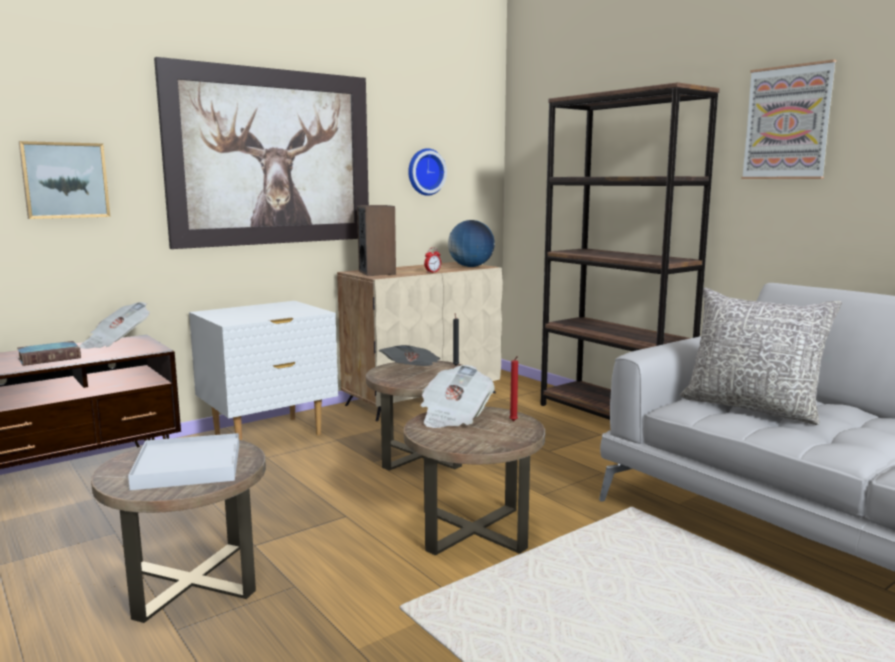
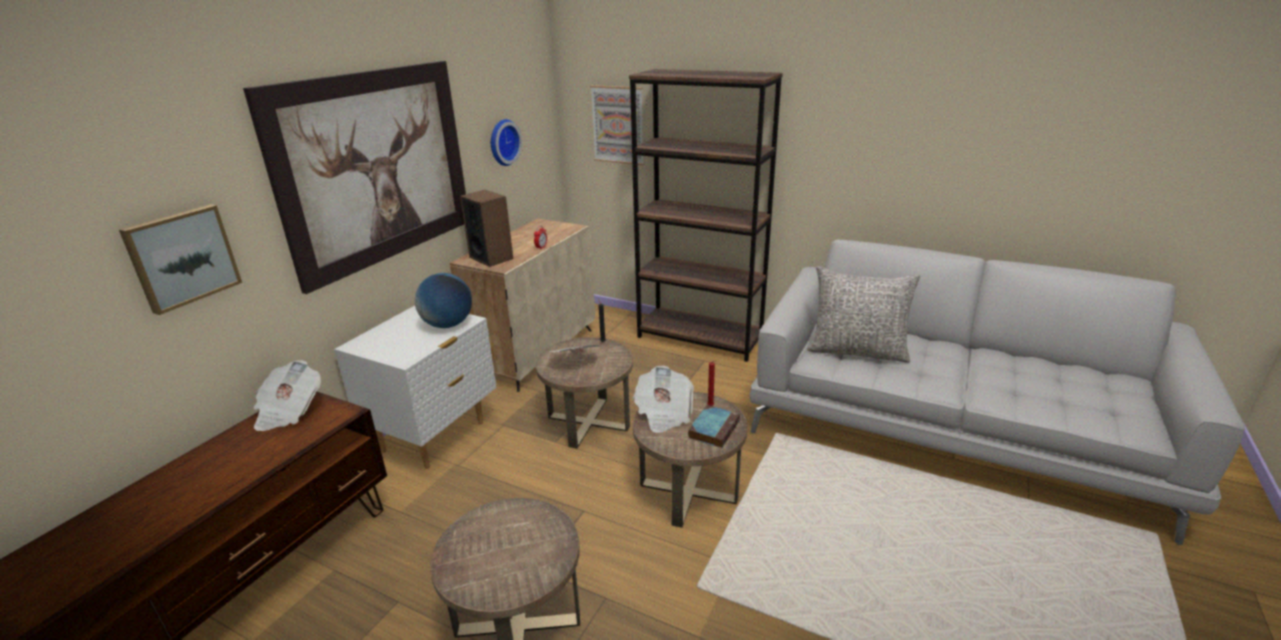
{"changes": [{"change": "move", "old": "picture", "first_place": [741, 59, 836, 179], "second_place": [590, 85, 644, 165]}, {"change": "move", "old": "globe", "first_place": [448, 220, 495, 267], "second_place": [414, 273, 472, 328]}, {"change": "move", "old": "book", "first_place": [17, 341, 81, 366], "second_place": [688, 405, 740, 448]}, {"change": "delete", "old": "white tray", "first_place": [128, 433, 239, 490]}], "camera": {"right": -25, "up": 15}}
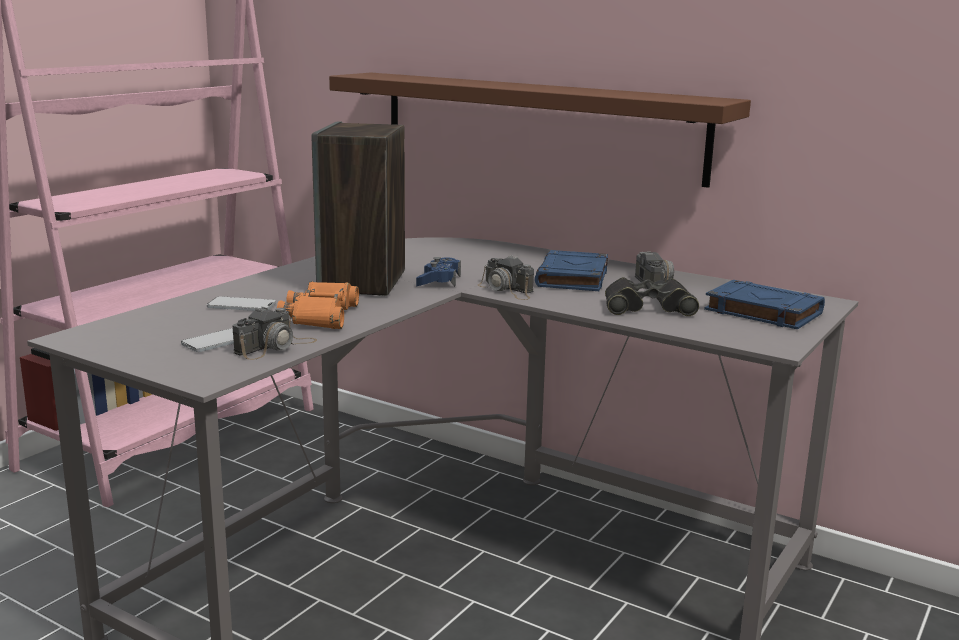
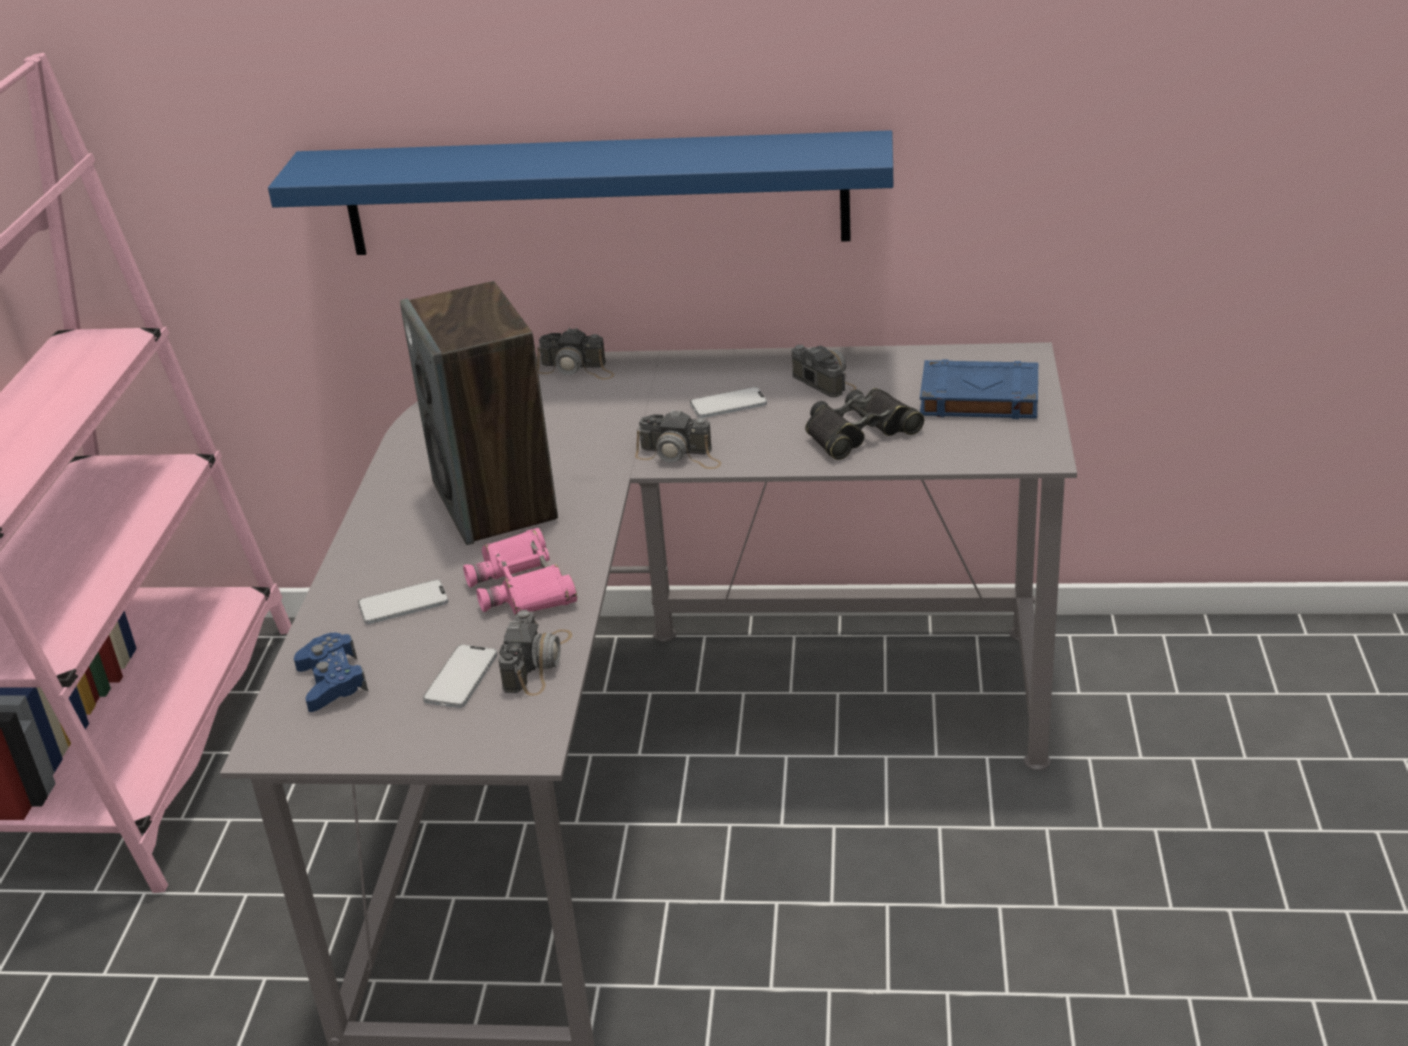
{"changes": [{"change": "recolor", "old": "brown shelf", "new": "blue shelf", "first_place": [329, 73, 751, 188], "second_place": [268, 130, 893, 255]}, {"change": "replace", "old": "blue book", "new": "phone", "first_place": [535, 250, 608, 291], "second_place": [690, 387, 767, 418]}, {"change": "move", "old": "blue game controller", "first_place": [416, 257, 461, 287], "second_place": [294, 632, 368, 712]}, {"change": "recolor", "old": "orange binoculars", "new": "pink binoculars", "first_place": [277, 281, 359, 329], "second_place": [463, 528, 577, 615]}, {"change": "insert", "new": "photo camera", "second_place": [537, 327, 614, 379]}], "camera": {"right": -25, "up": 15}}
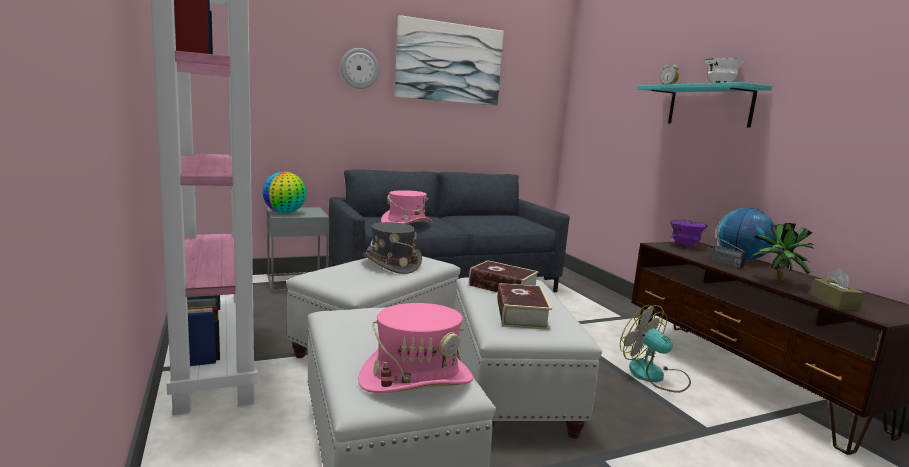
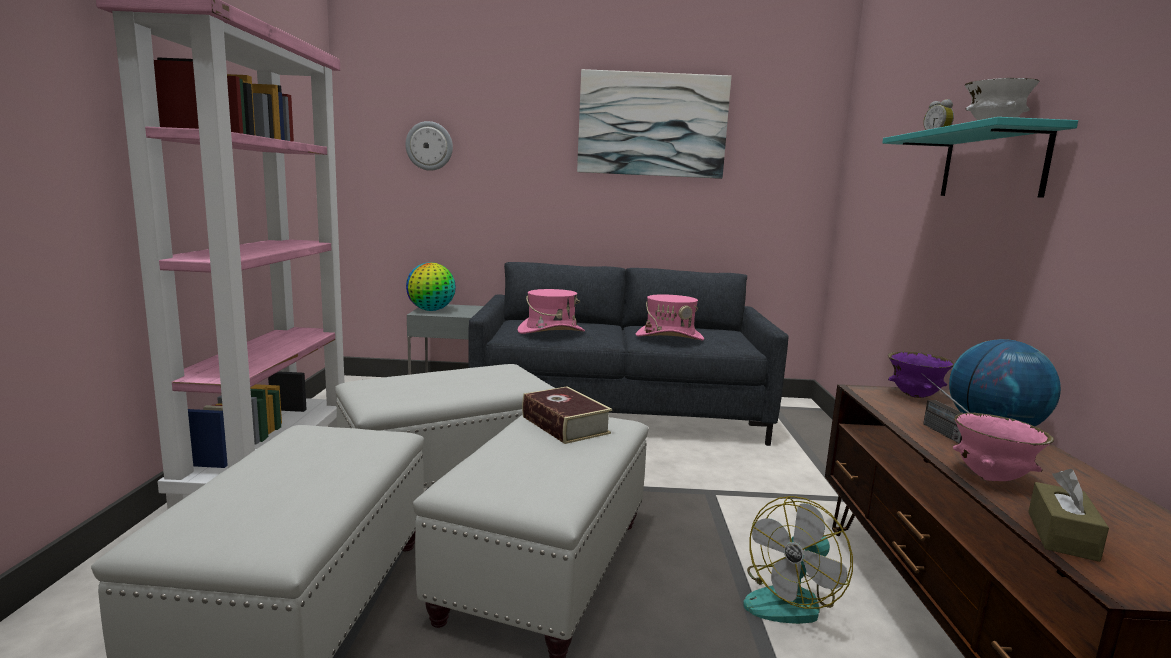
{"changes": [{"change": "move", "old": "wall clock", "first_place": [341, 48, 379, 89], "second_place": [406, 121, 453, 171]}, {"change": "delete", "old": "grey hat", "first_place": [362, 222, 422, 274]}, {"change": "replace", "old": "potted plant", "new": "pink bowl", "first_place": [751, 223, 815, 283], "second_place": [953, 413, 1054, 481]}, {"change": "delete", "old": "book", "first_place": [497, 283, 552, 330]}, {"change": "move", "old": "pink hat", "first_place": [358, 303, 473, 393], "second_place": [636, 294, 704, 340]}, {"change": "rotate", "old": "fan", "first_place": [620, 305, 691, 393], "second_place": [743, 496, 853, 624], "degrees": -120}], "camera": {"right": 25, "up": 0}}
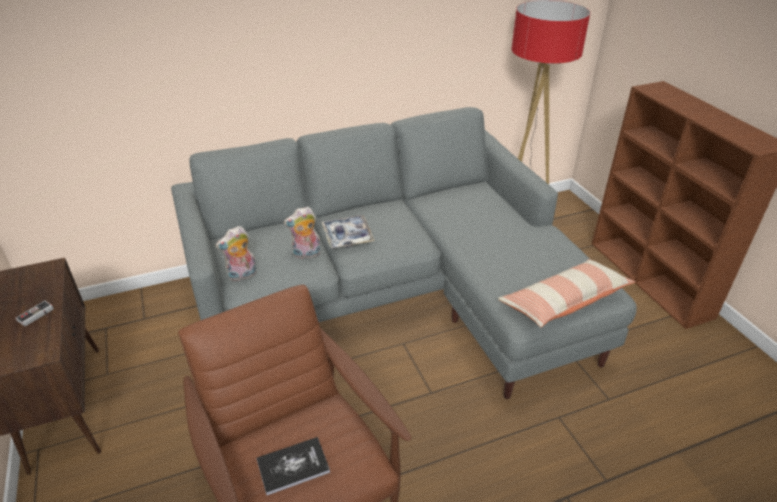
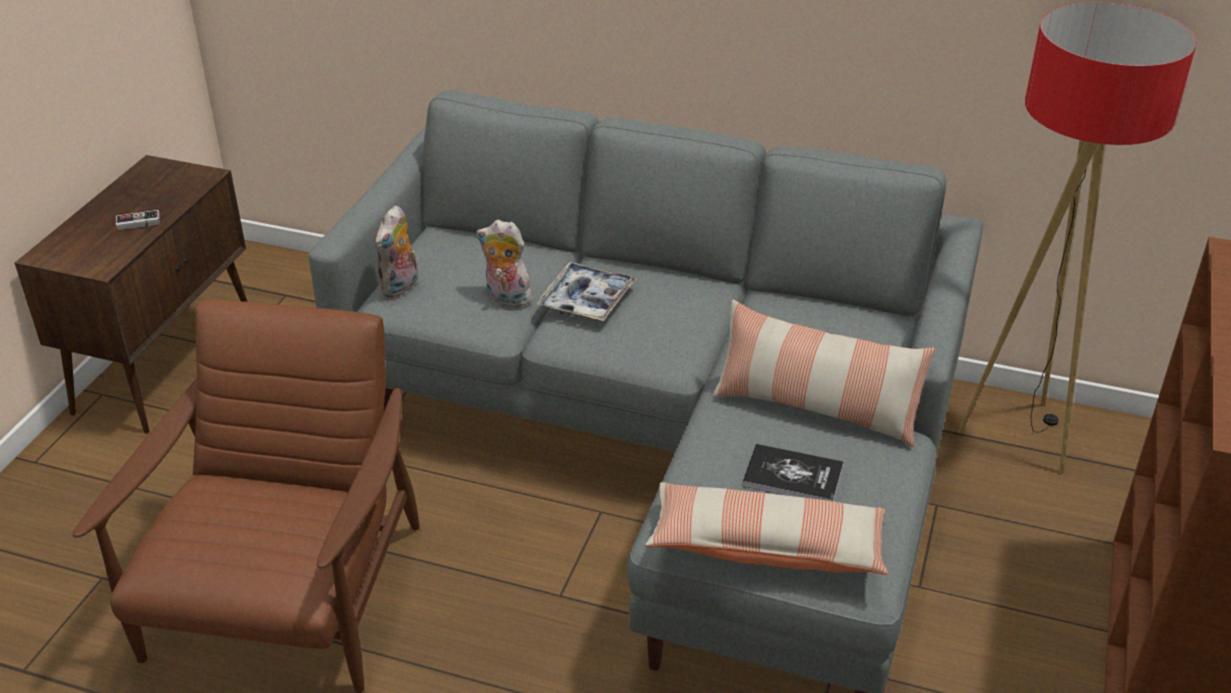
{"changes": [{"change": "rotate", "old": "plush toy", "first_place": [215, 226, 257, 281], "second_place": [375, 205, 418, 298], "degrees": -75}, {"change": "move", "old": "book", "first_place": [257, 437, 330, 495], "second_place": [742, 444, 843, 501]}, {"change": "insert", "new": "pillow", "second_place": [712, 299, 935, 447]}], "camera": {"right": 40, "up": 0}}
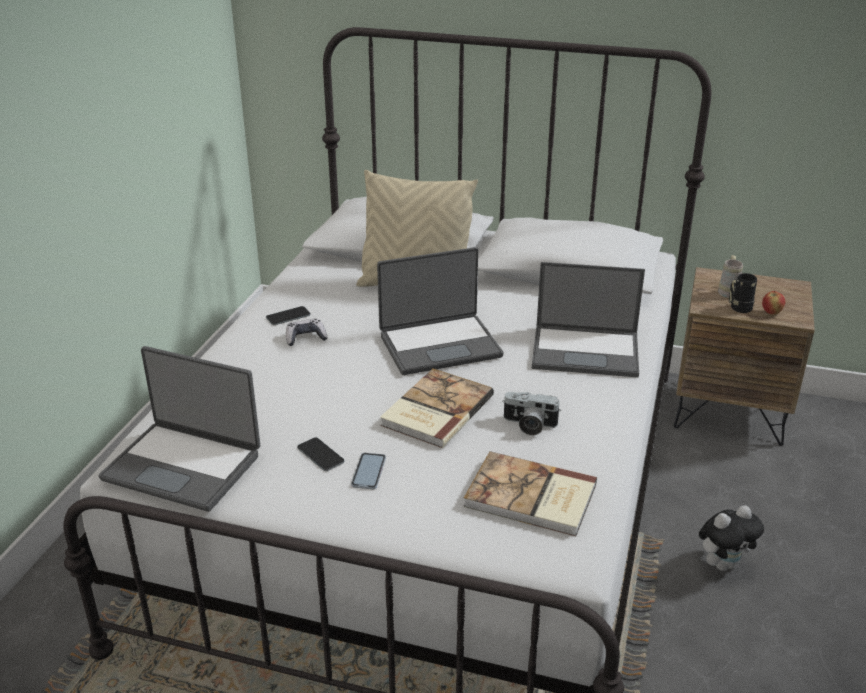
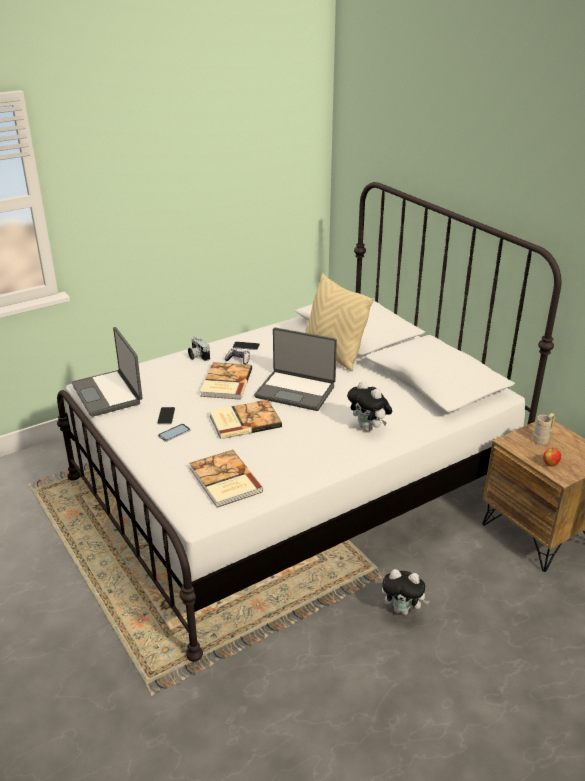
{"changes": [{"change": "replace", "old": "laptop", "new": "plush toy", "first_place": [532, 262, 645, 377], "second_place": [347, 381, 392, 431]}, {"change": "delete", "old": "black mug", "first_place": [729, 273, 757, 313]}, {"change": "move", "old": "photo camera", "first_place": [502, 392, 561, 435], "second_place": [188, 336, 210, 361]}, {"change": "insert", "new": "book", "second_place": [200, 362, 252, 400]}], "camera": {"right": 40, "up": 0}}
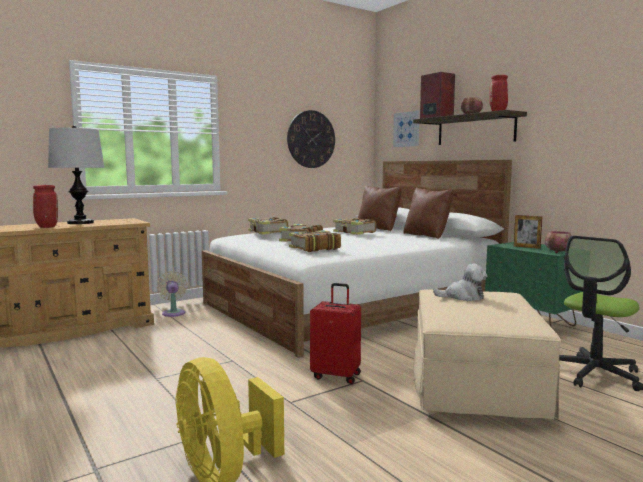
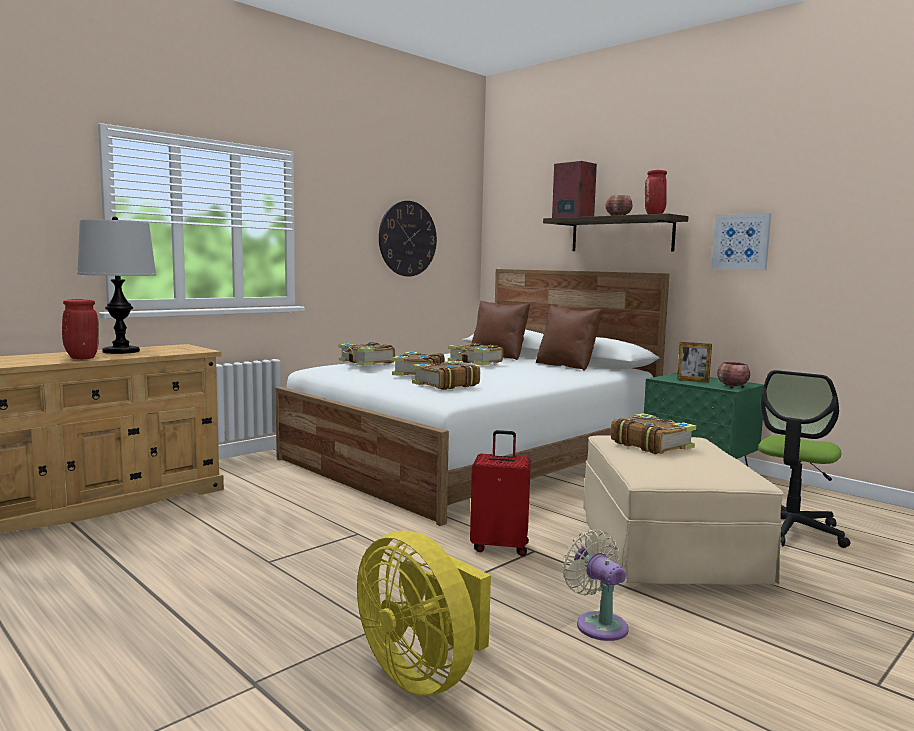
{"changes": [{"change": "move", "old": "picture", "first_place": [393, 111, 420, 147], "second_place": [711, 213, 771, 270]}, {"change": "replace", "old": "plush toy", "new": "book", "first_place": [433, 263, 487, 301], "second_place": [611, 413, 696, 454]}, {"change": "move", "old": "beige fan", "first_place": [157, 271, 187, 317], "second_place": [562, 530, 629, 641]}], "camera": {"right": -10, "up": 0}}
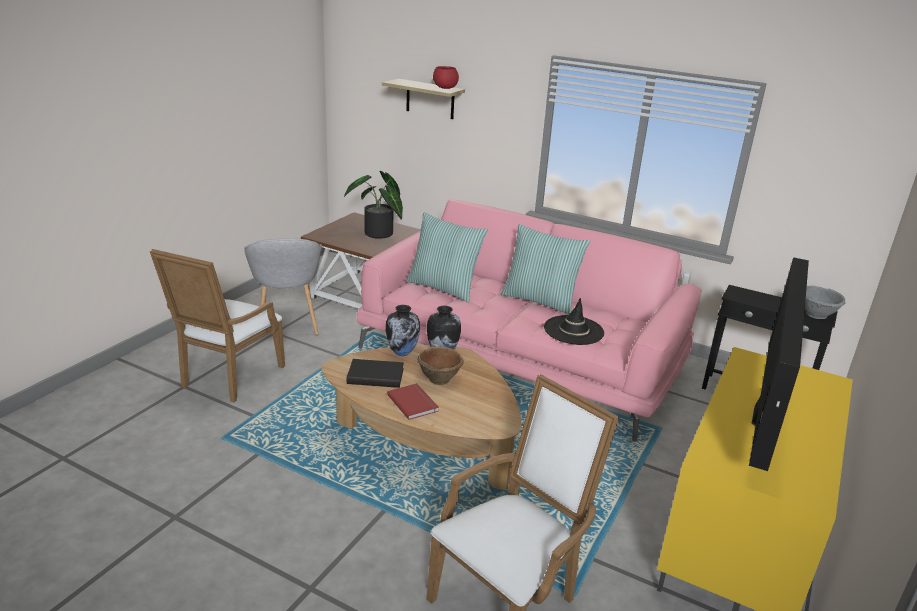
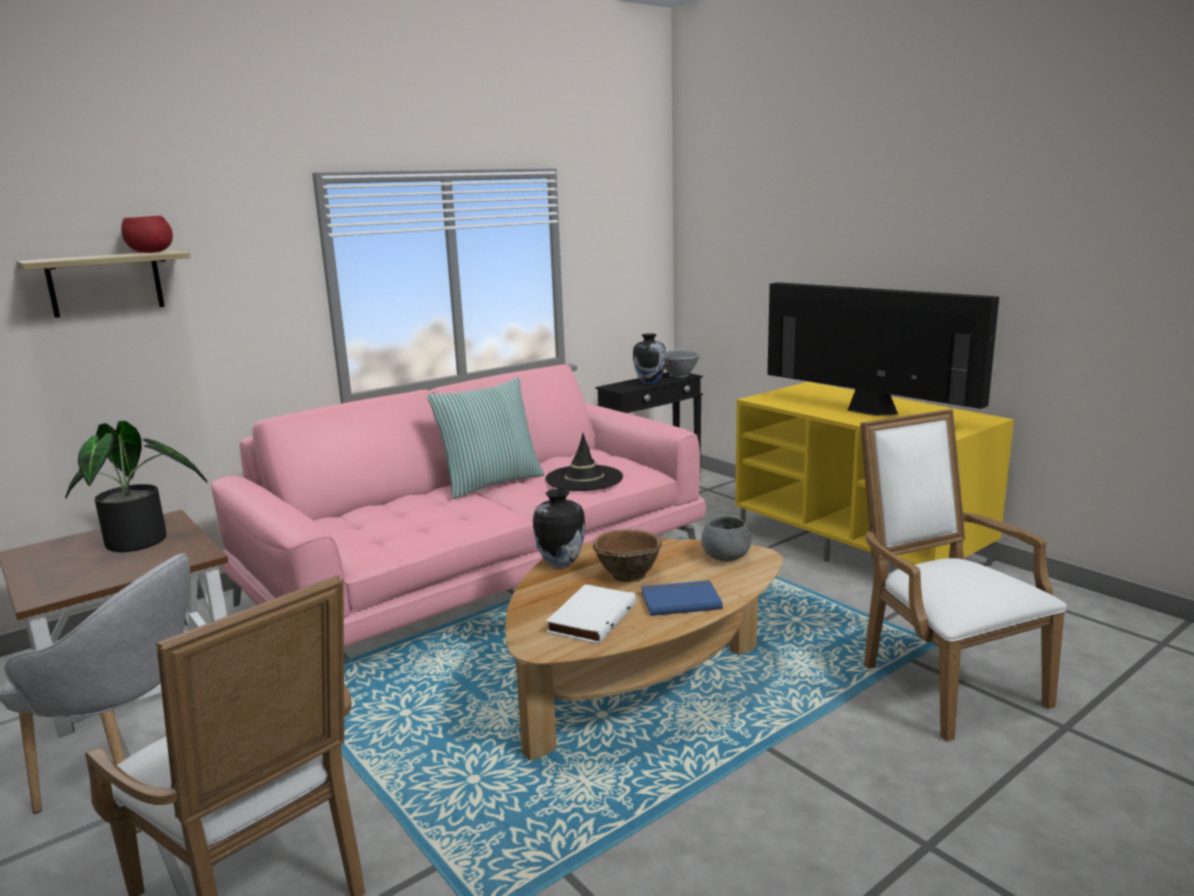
{"changes": [{"change": "delete", "old": "pillow", "first_place": [406, 212, 488, 303]}, {"change": "move", "old": "vase", "first_place": [386, 305, 420, 356], "second_place": [633, 333, 666, 385]}, {"change": "recolor", "old": "black book", "new": "white book", "first_place": [347, 359, 404, 388], "second_place": [546, 584, 636, 644]}, {"change": "recolor", "old": "red book", "new": "blue book", "first_place": [387, 383, 439, 420], "second_place": [641, 580, 723, 616]}, {"change": "insert", "new": "grey bowl", "second_place": [701, 516, 751, 561]}], "camera": {"right": -65, "up": -10}}
